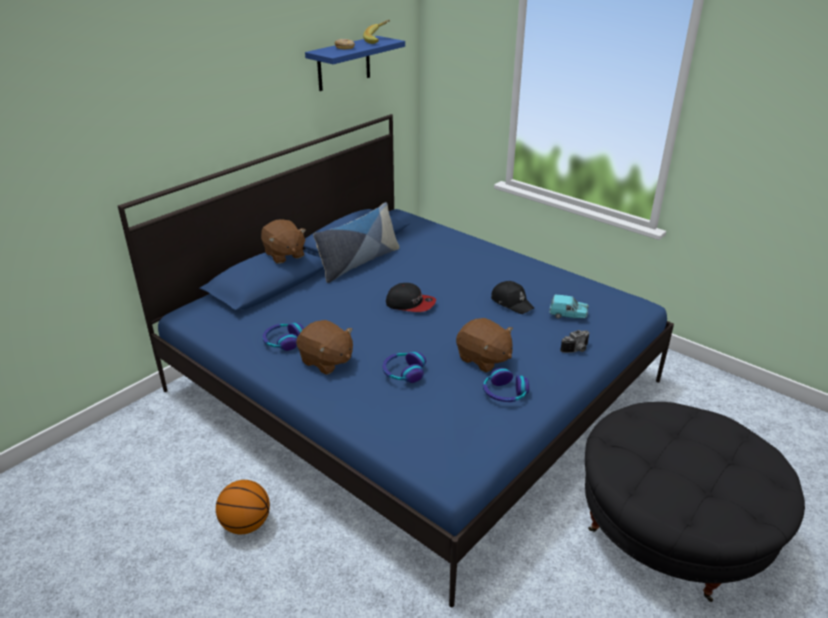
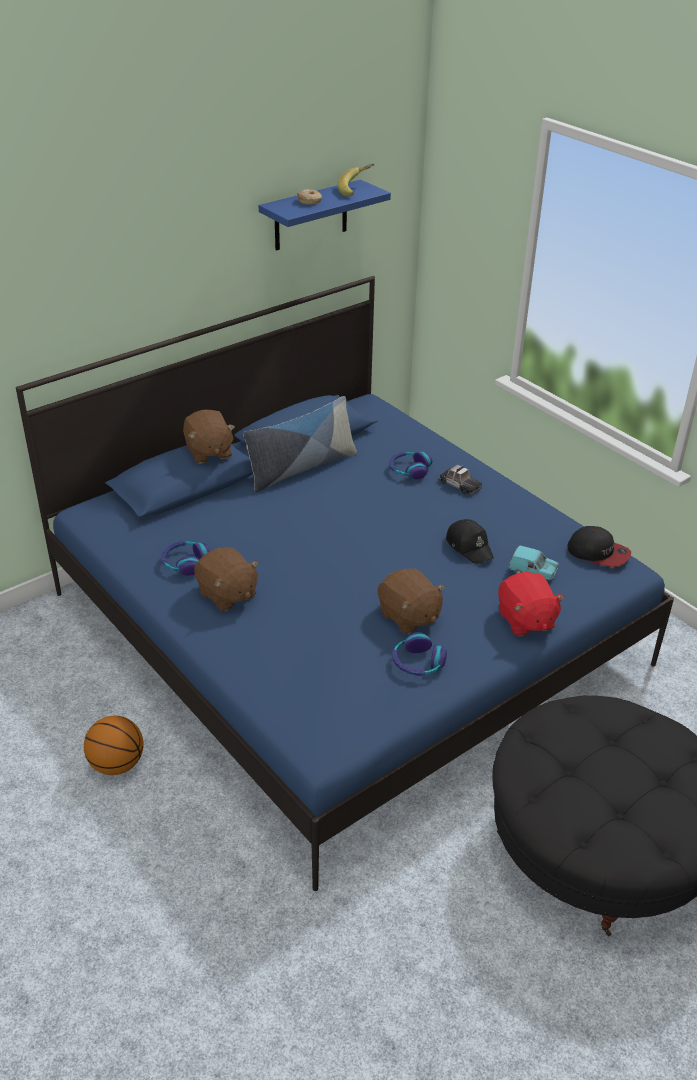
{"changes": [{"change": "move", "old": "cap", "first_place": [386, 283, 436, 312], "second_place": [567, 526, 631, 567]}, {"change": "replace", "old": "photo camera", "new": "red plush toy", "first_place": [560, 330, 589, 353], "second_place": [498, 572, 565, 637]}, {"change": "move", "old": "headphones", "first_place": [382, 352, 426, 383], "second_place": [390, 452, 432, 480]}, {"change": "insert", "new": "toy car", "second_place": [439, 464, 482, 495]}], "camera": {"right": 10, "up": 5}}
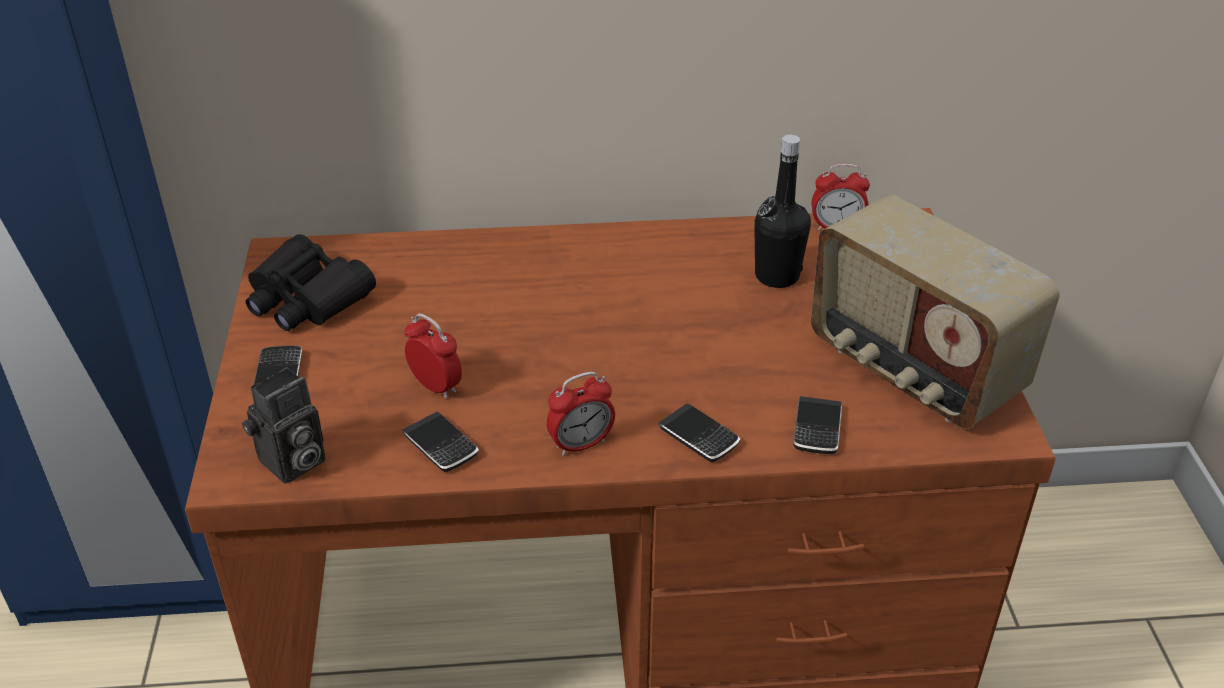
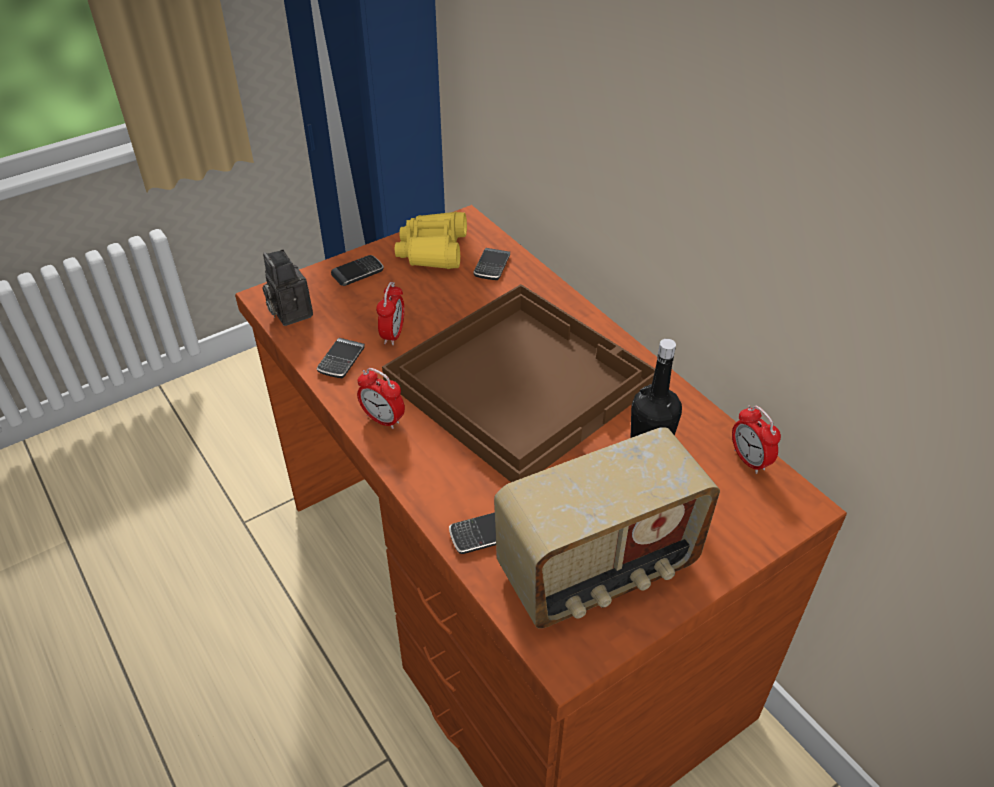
{"changes": [{"change": "rotate", "old": "radio", "first_place": [811, 195, 1060, 429], "second_place": [494, 427, 720, 629], "degrees": -135}, {"change": "recolor", "old": "black binoculars", "new": "yellow binoculars", "first_place": [246, 234, 376, 331], "second_place": [395, 212, 467, 269]}, {"change": "rotate", "old": "photo camera", "first_place": [242, 367, 326, 484], "second_place": [263, 250, 313, 326], "degrees": 45}, {"change": "move", "old": "phone", "first_place": [658, 403, 740, 462], "second_place": [473, 248, 510, 280]}, {"change": "insert", "new": "brown tray", "second_place": [382, 284, 655, 482]}], "camera": {"right": 60, "up": 5}}
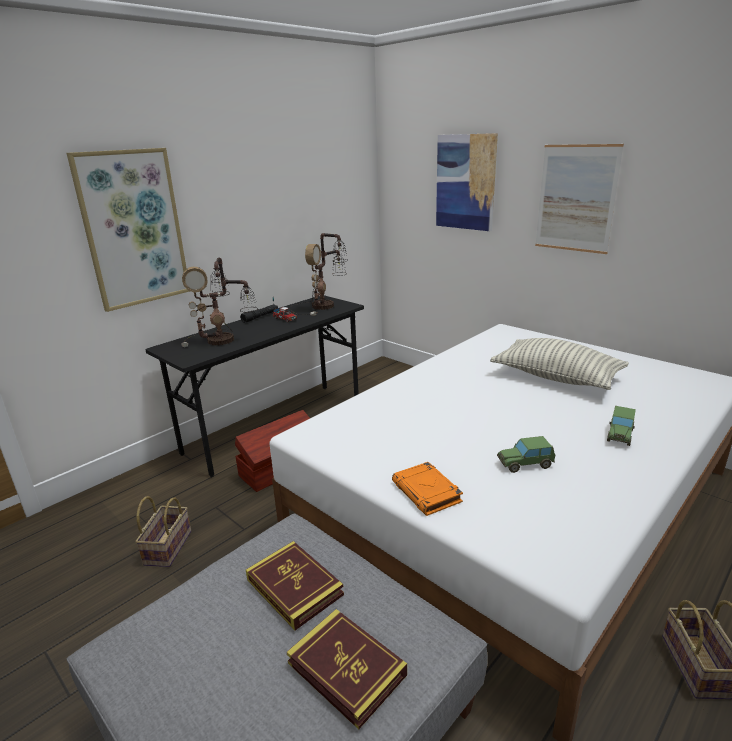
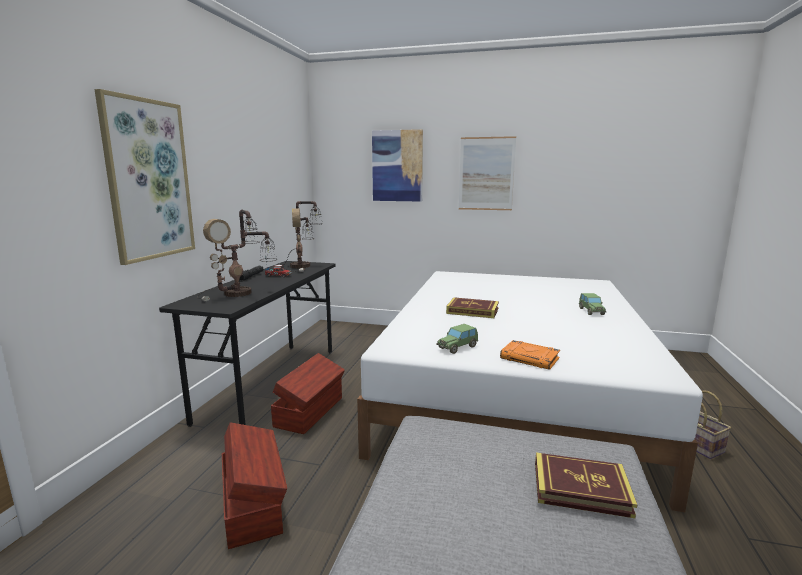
{"changes": [{"change": "delete", "old": "pillow", "first_place": [490, 338, 629, 390]}, {"change": "move", "old": "toy car", "first_place": [497, 436, 555, 473], "second_place": [436, 324, 478, 354]}, {"change": "replace", "old": "basket", "new": "brown storage box", "first_place": [135, 496, 192, 567], "second_place": [222, 422, 287, 549]}, {"change": "move", "old": "book", "first_place": [246, 541, 344, 630], "second_place": [446, 297, 499, 318]}], "camera": {"right": -30, "up": -10}}
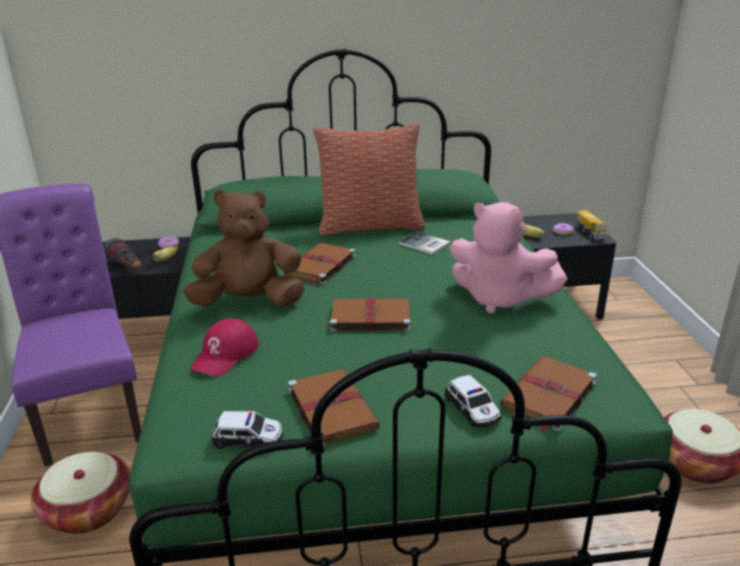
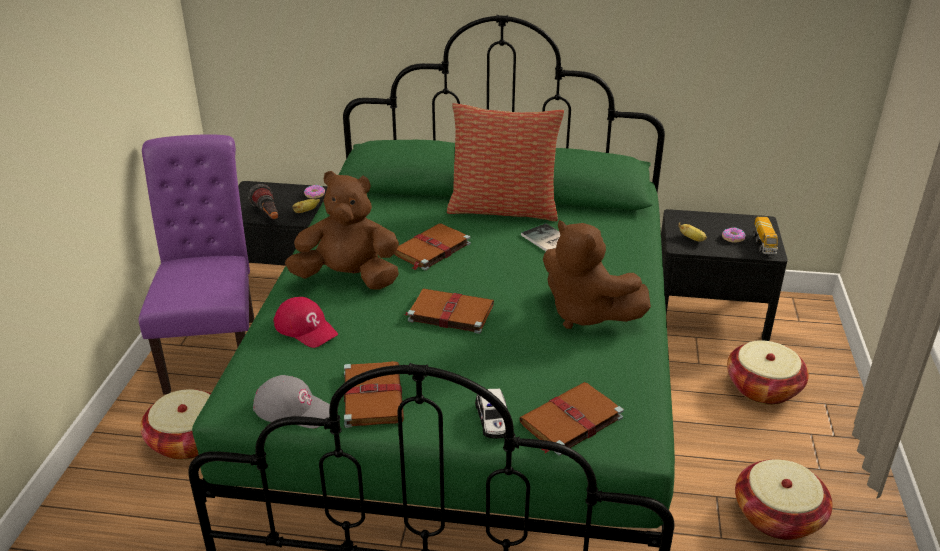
{"changes": [{"change": "recolor", "old": "pink plush toy", "new": "brown plush toy", "first_place": [450, 202, 567, 314], "second_place": [543, 220, 651, 329]}, {"change": "rotate", "old": "red cap", "first_place": [190, 318, 258, 376], "second_place": [274, 297, 338, 348], "degrees": -90}, {"change": "replace", "old": "toy car", "new": "grey cap", "first_place": [212, 411, 283, 449], "second_place": [253, 375, 330, 428]}, {"change": "insert", "new": "basket", "second_place": [727, 340, 809, 405]}], "camera": {"right": 15, "up": 5}}
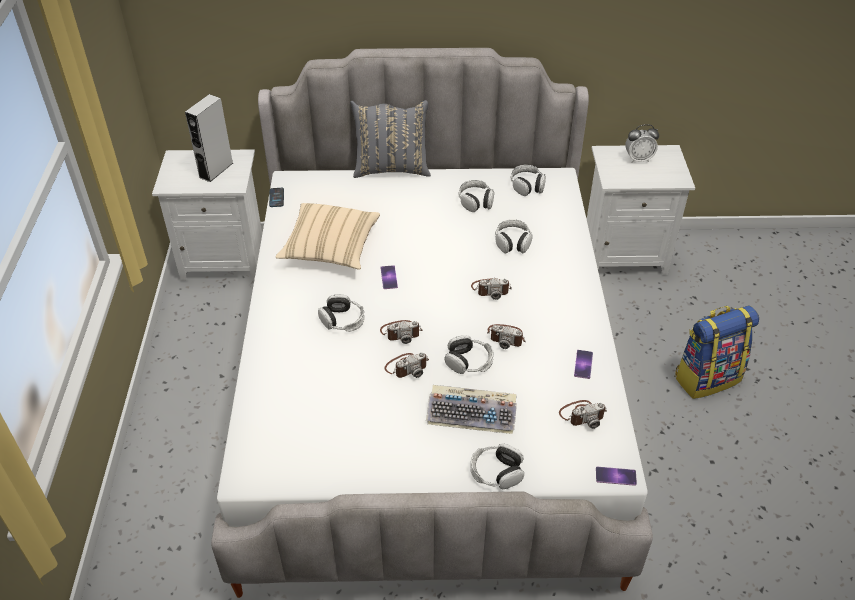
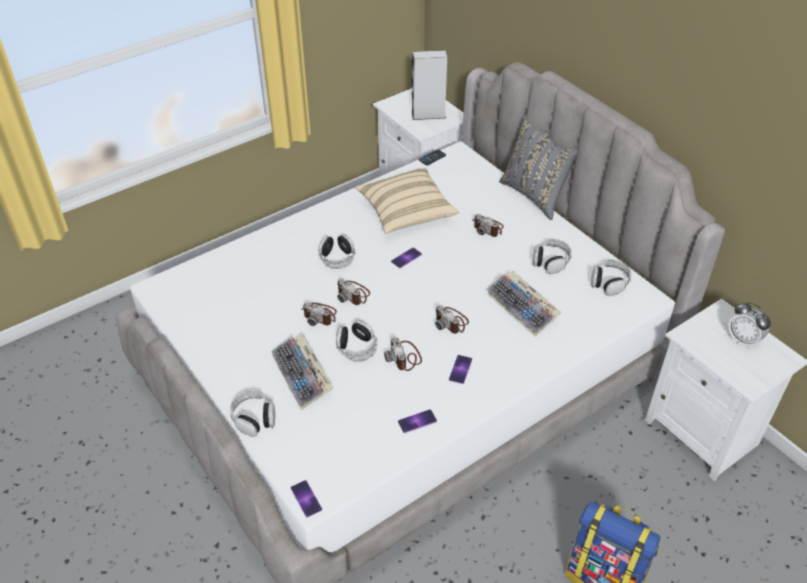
{"changes": [{"change": "replace", "old": "headphones", "new": "keyboard", "first_place": [495, 219, 532, 253], "second_place": [487, 271, 561, 336]}, {"change": "move", "old": "photo camera", "first_place": [559, 400, 607, 429], "second_place": [473, 214, 504, 237]}, {"change": "insert", "new": "phone", "second_place": [449, 355, 472, 384]}], "camera": {"right": 55, "up": 0}}
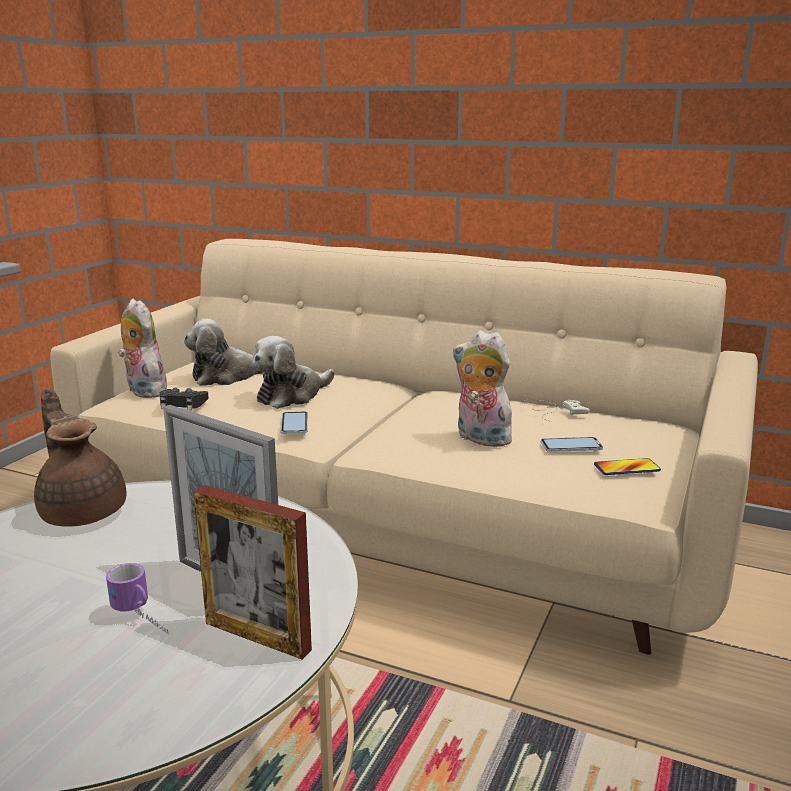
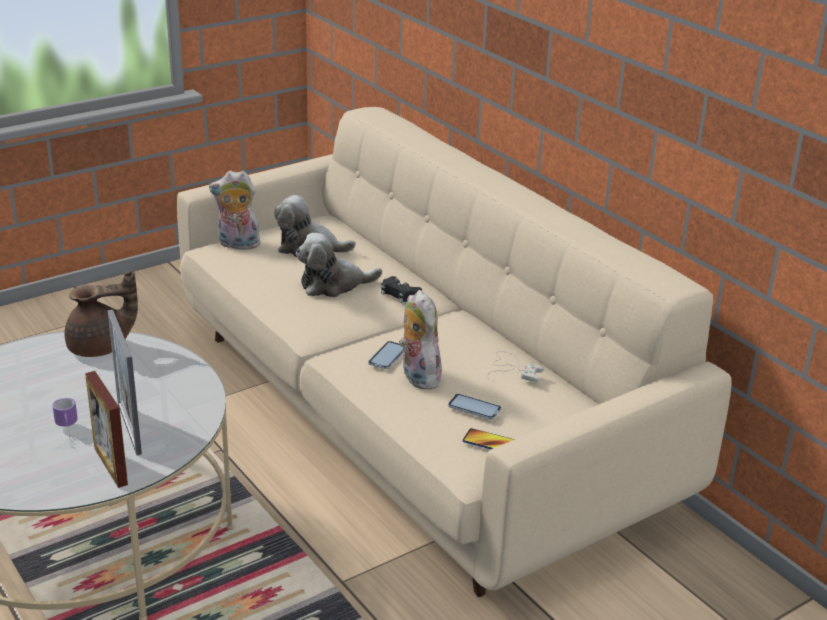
{"changes": [{"change": "rotate", "old": "plush toy", "first_place": [118, 299, 167, 398], "second_place": [209, 171, 263, 250], "degrees": -75}, {"change": "move", "old": "black game controller", "first_place": [159, 387, 209, 410], "second_place": [381, 276, 422, 303]}, {"change": "rotate", "old": "brown teapot", "first_place": [34, 388, 127, 527], "second_place": [65, 271, 138, 357], "degrees": 75}, {"change": "move", "old": "phone", "first_place": [281, 411, 308, 434], "second_place": [368, 341, 403, 369]}], "camera": {"right": 30, "up": 10}}
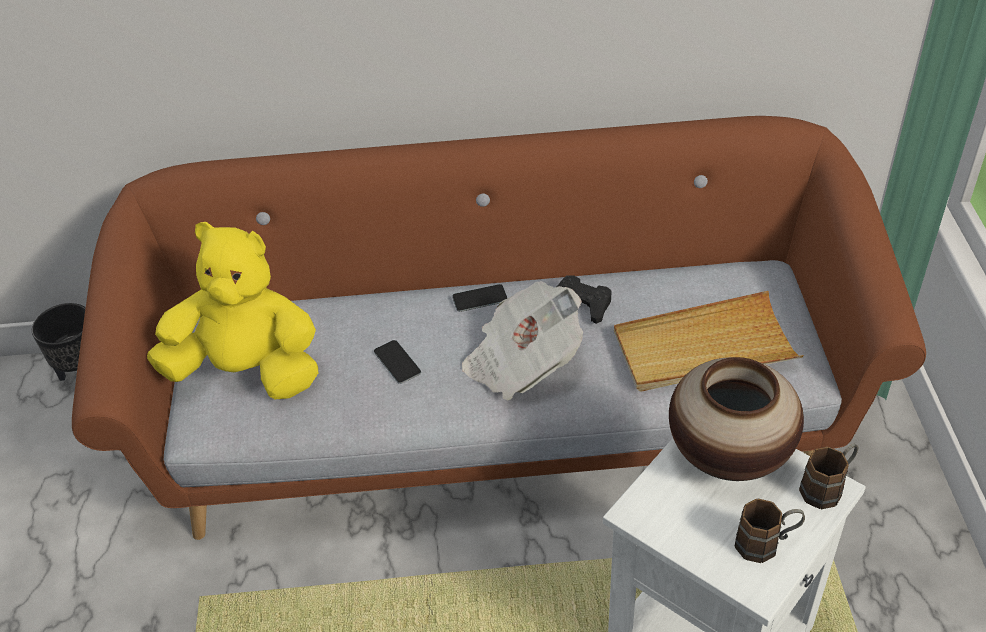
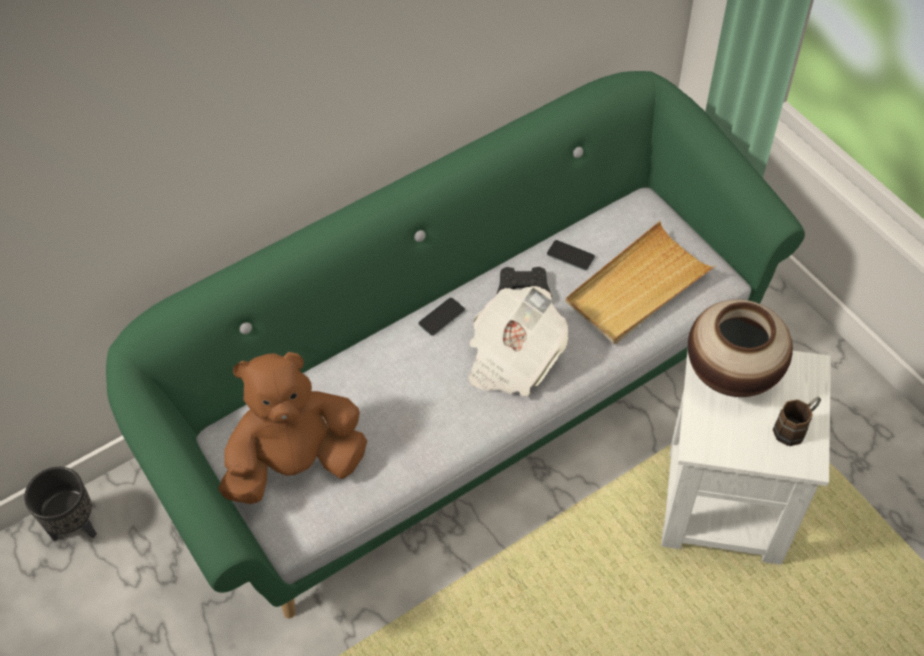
{"changes": [{"change": "recolor", "old": "brown sofa", "new": "green sofa", "first_place": [72, 116, 926, 540], "second_place": [106, 71, 805, 619]}, {"change": "recolor", "old": "yellow plush toy", "new": "brown plush toy", "first_place": [147, 222, 318, 399], "second_place": [218, 352, 367, 504]}, {"change": "move", "old": "phone", "first_place": [374, 340, 421, 384], "second_place": [547, 240, 595, 271]}, {"change": "delete", "old": "brown mug", "first_place": [799, 443, 858, 509]}], "camera": {"right": -30, "up": 10}}
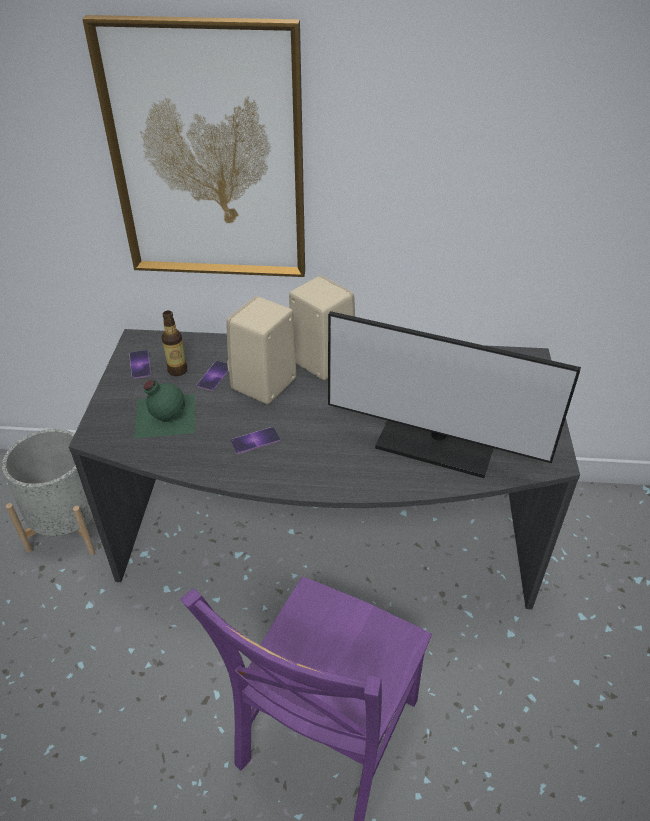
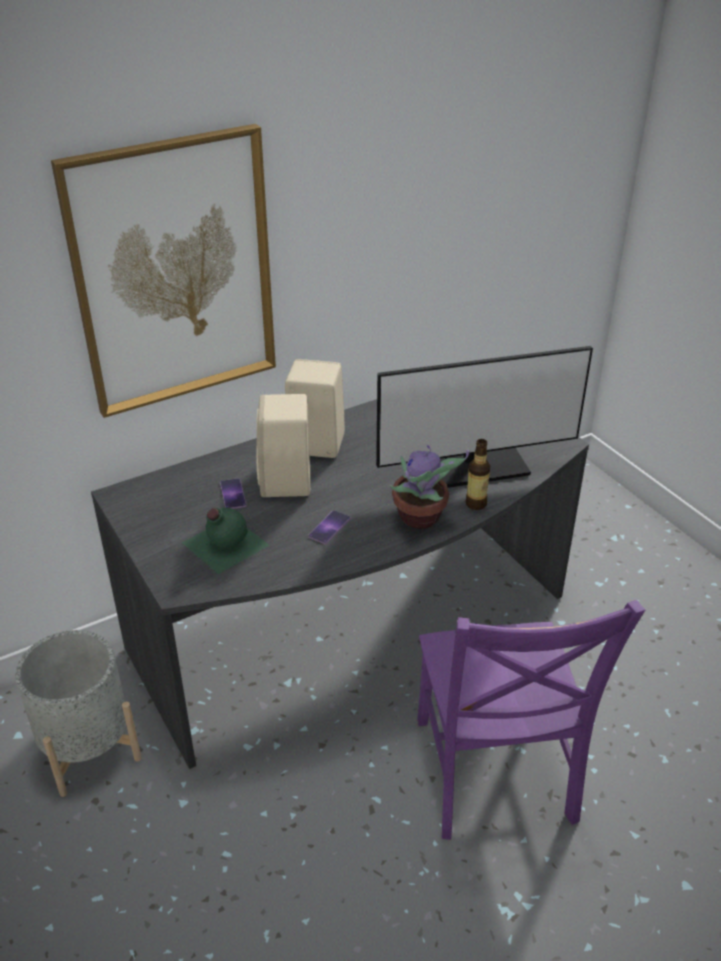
{"changes": [{"change": "move", "old": "bottle", "first_place": [162, 311, 187, 376], "second_place": [465, 439, 490, 510]}, {"change": "delete", "old": "phone", "first_place": [129, 350, 151, 379]}, {"change": "insert", "new": "potted plant", "second_place": [390, 445, 469, 529]}], "camera": {"right": -35, "up": -5}}
